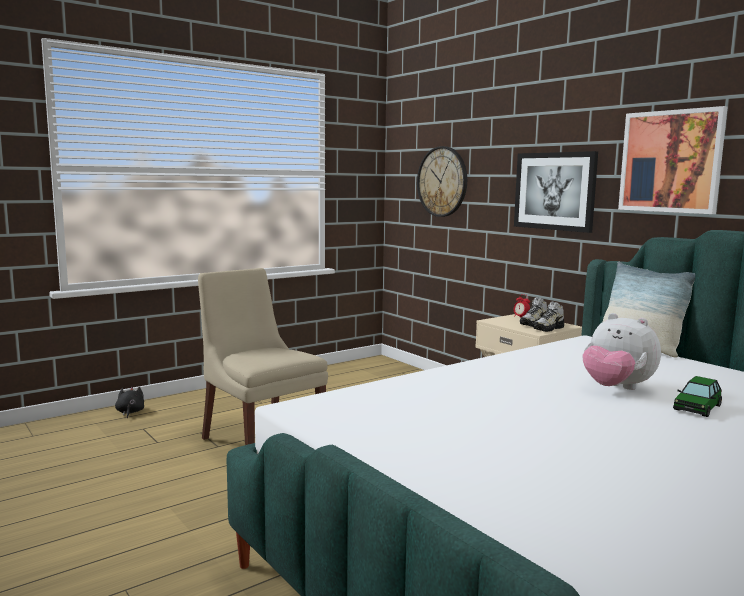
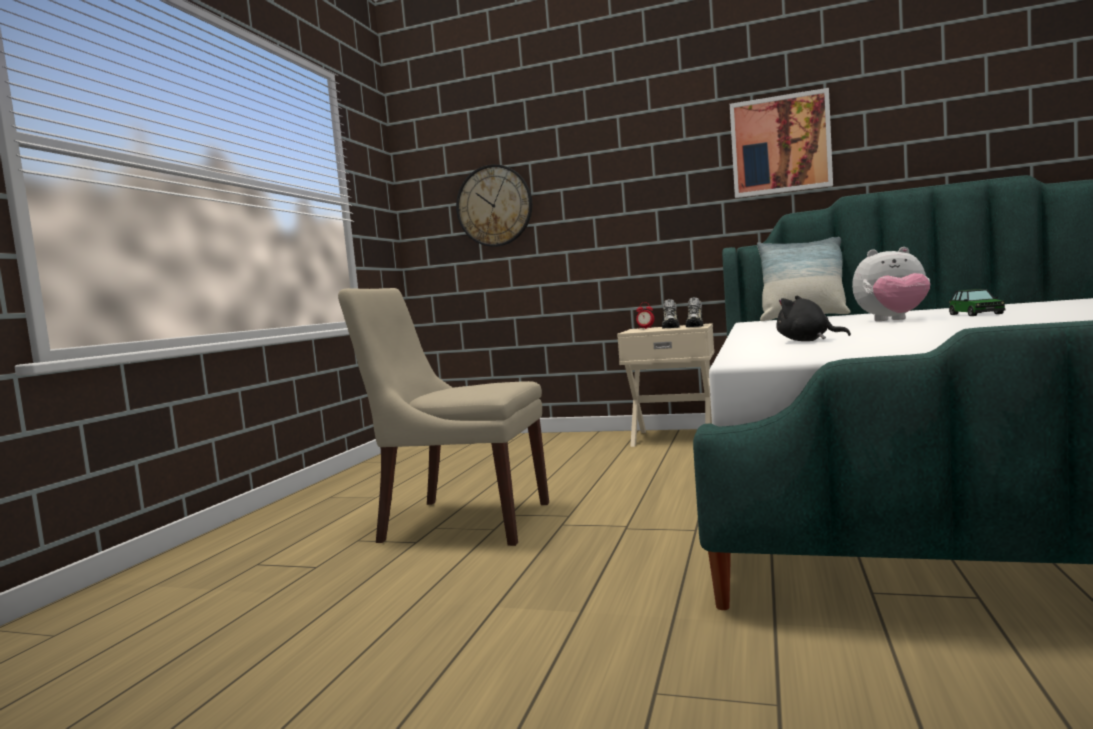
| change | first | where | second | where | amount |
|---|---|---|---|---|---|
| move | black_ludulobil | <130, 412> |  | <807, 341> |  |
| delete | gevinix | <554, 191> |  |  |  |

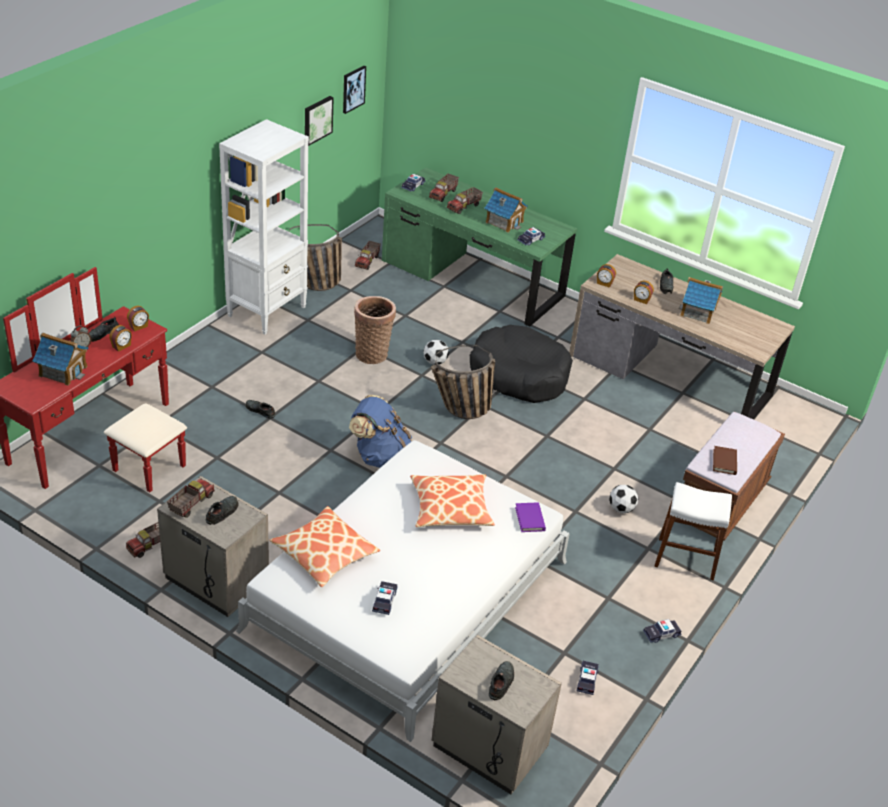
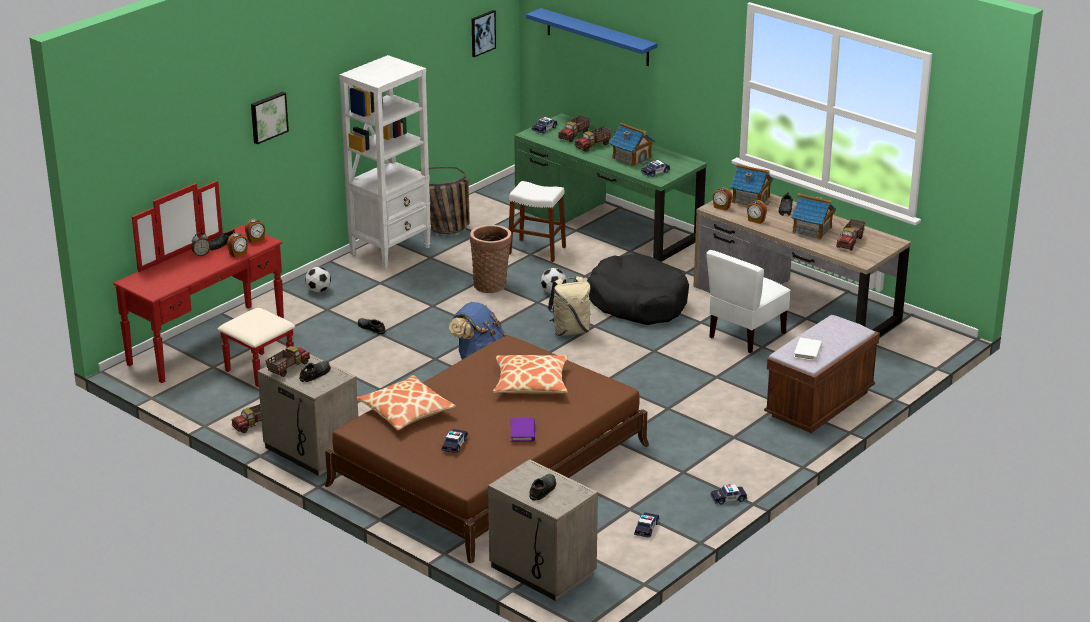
| change | first | where | second | where | amount |
|---|---|---|---|---|---|
| move | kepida | <63, 371> |  | <750, 199> |  |
| recolor | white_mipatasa | <408, 595> | brown_mipatasa | <489, 465> |  |
| move | gevinix | <317, 120> |  | <268, 117> |  |
| move | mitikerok | <367, 261> |  | <850, 242> |  |
| replace | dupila | <460, 412> | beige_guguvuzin | <570, 331> |  |
| move | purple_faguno | <530, 519> |  | <522, 432> |  |
| move | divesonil | <621, 509> |  | <318, 290> |  |
| move | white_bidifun | <685, 558> |  | <536, 250> |  |
| recolor | brown_faguno | <724, 462> | white_faguno | <807, 351> |  |
| insert |  |  | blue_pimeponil | <597, 37> |  |
| insert |  |  | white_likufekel | <746, 335> |  |

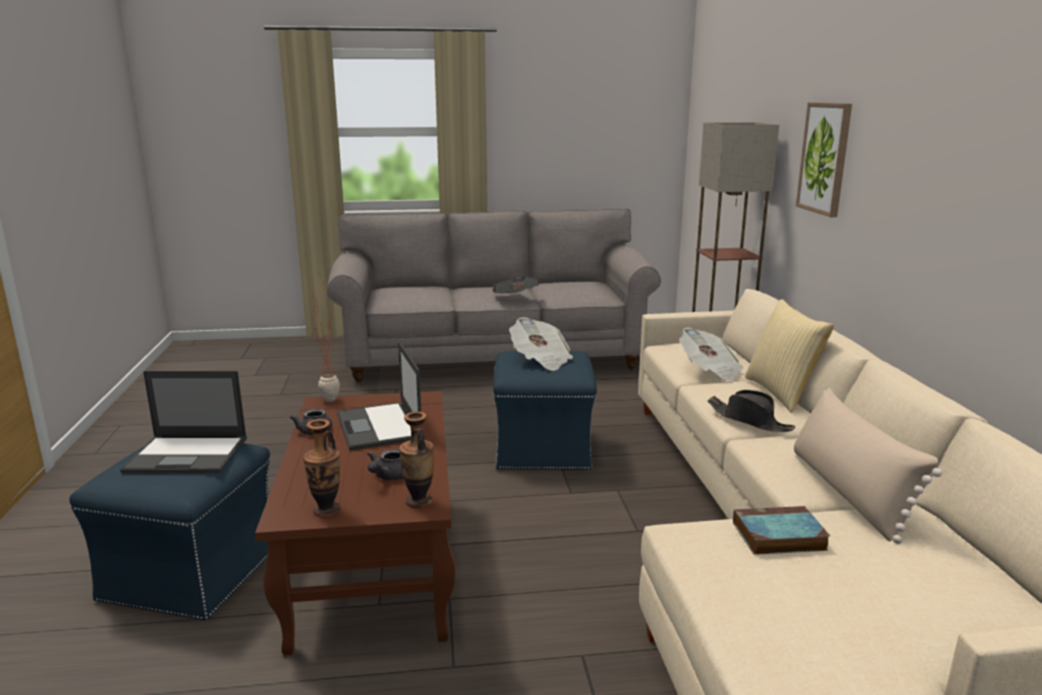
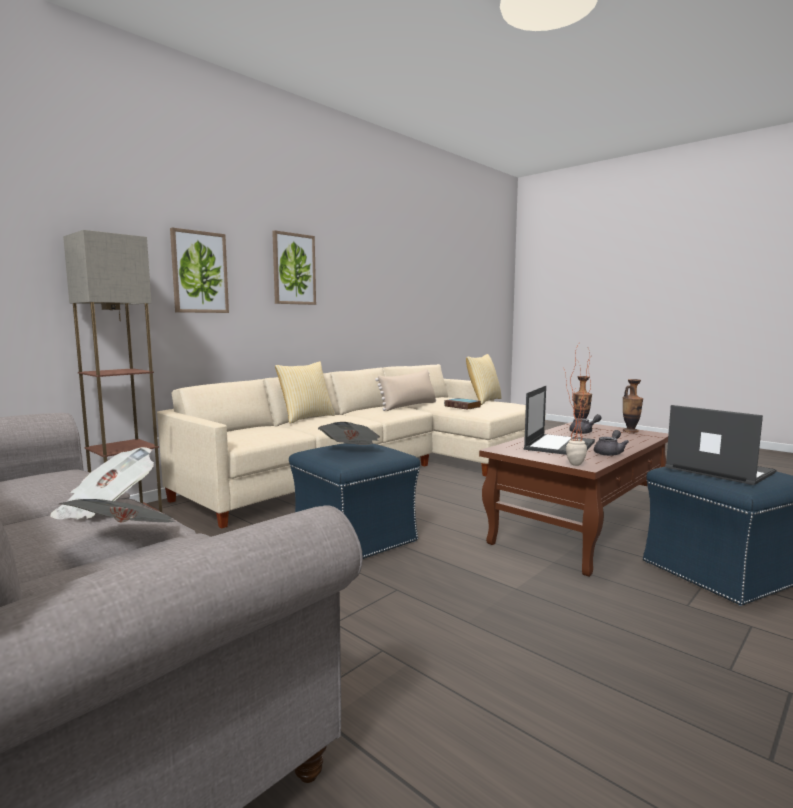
| change | first | where | second | where | amount |
|---|---|---|---|---|---|
| move | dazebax | <710, 371> |  | <128, 540> |  |
| delete | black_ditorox | <749, 420> |  |  |  |
| insert |  |  | gevinix | <293, 269> |  |
| insert |  |  | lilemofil | <483, 401> |  |

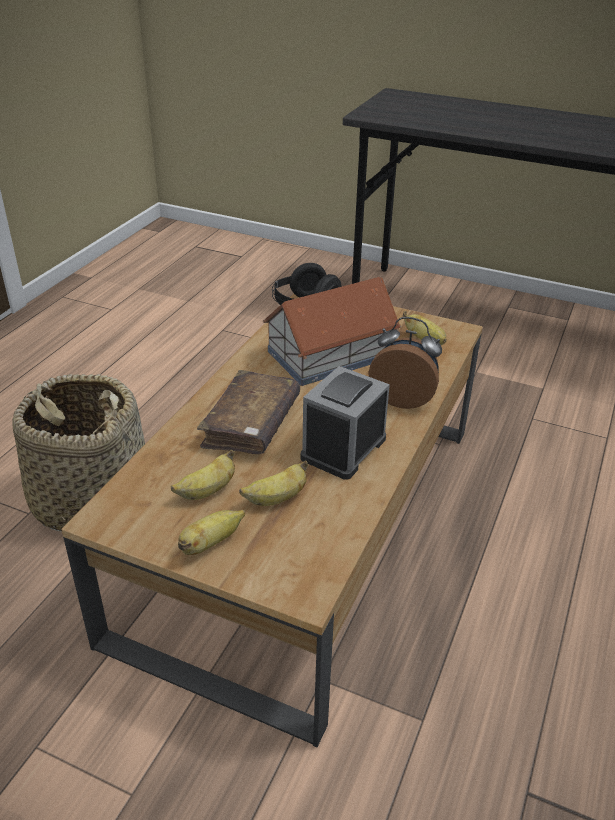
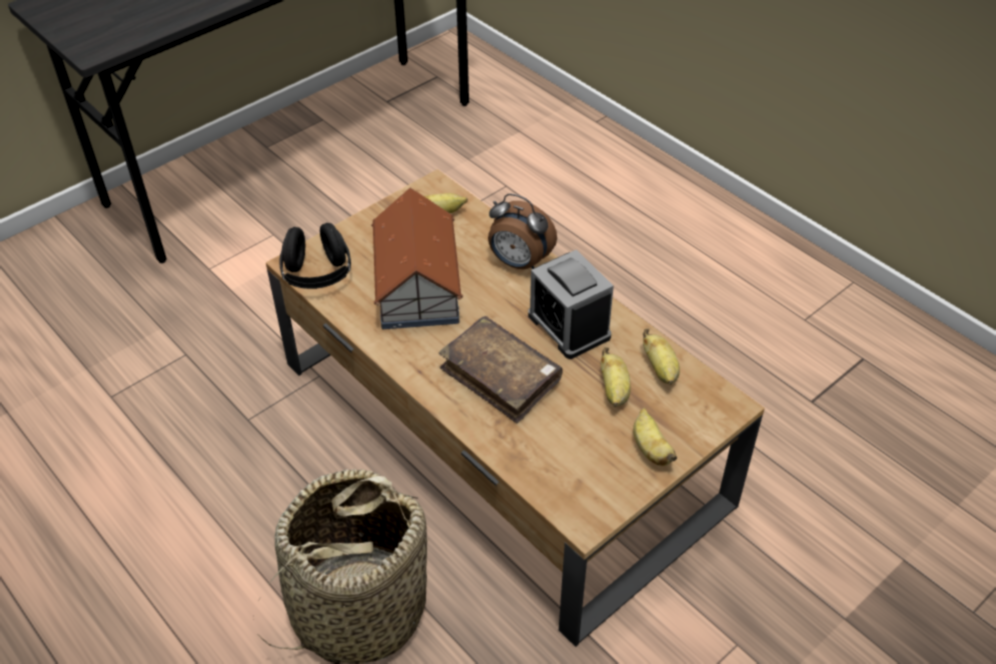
| change | first | where | second | where | amount |
|---|---|---|---|---|---|
| move | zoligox | <207, 491> |  | <661, 370> |  |
| rotate | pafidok | <403, 398> |  | <519, 263> | 105 degrees counterclockwise |

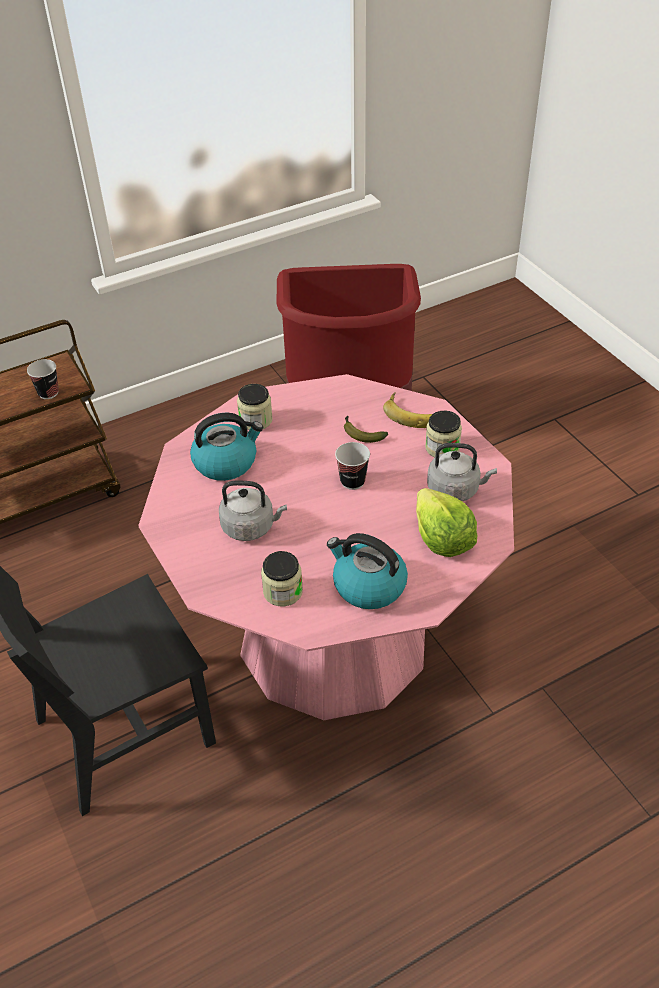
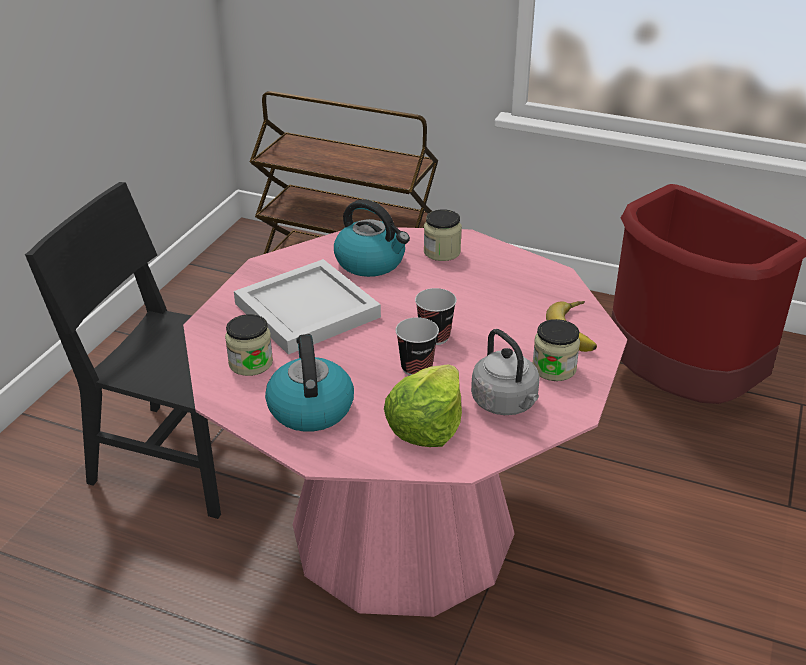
| change | first | where | second | where | amount |
|---|---|---|---|---|---|
| move | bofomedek | <48, 393> |  | <416, 368> |  |
| replace | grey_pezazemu | <251, 527> | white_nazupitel | <309, 310> |  |
| delete | zoligox | <361, 433> |  |  |  |

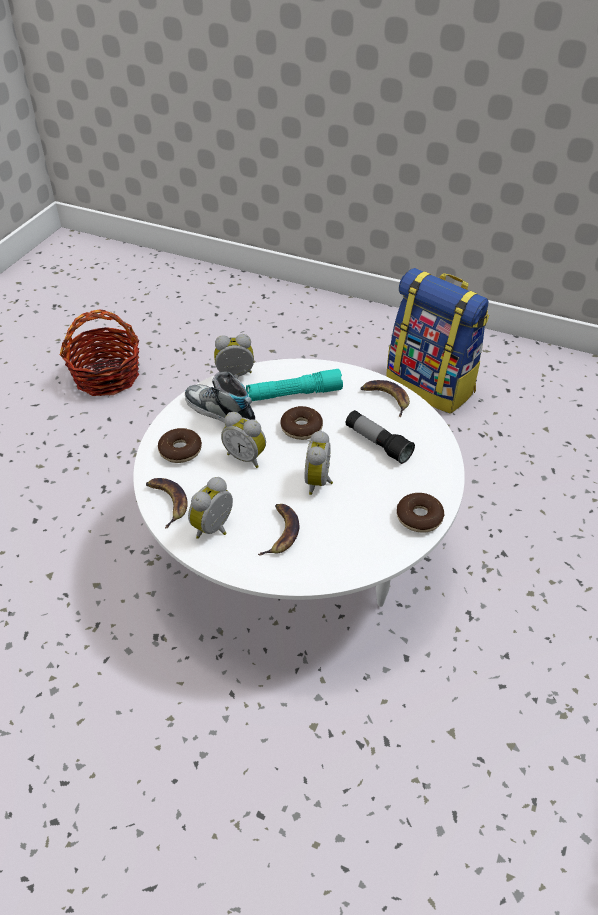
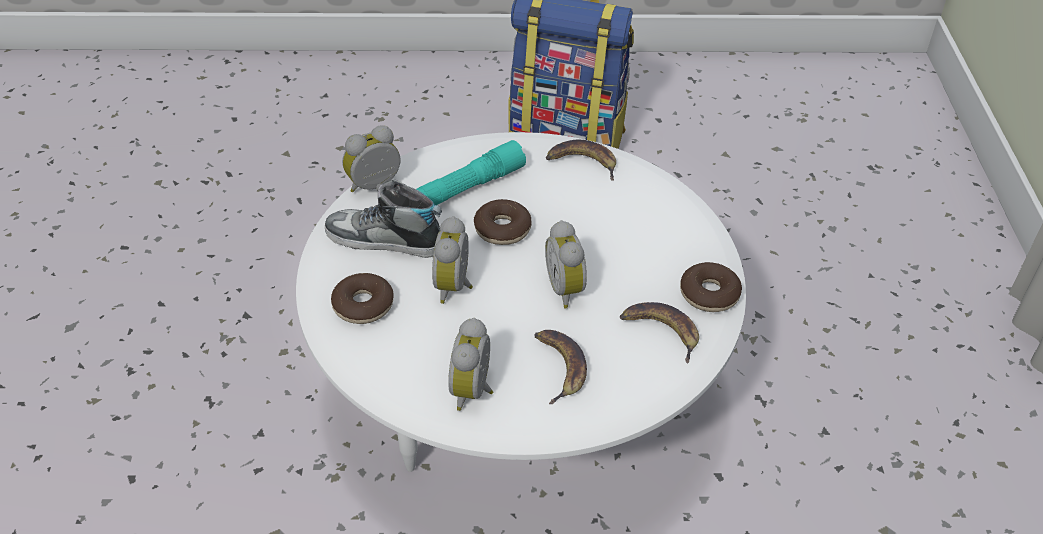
| change | first | where | second | where | amount |
|---|---|---|---|---|---|
| delete | dupila | <107, 377> |  |  |  |
| move | zoligox | <167, 502> |  | <660, 331> |  |
| rotate | pafidok | <246, 457> |  | <455, 287> | 90 degrees clockwise |
| delete | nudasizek | <377, 443> |  |  |  |

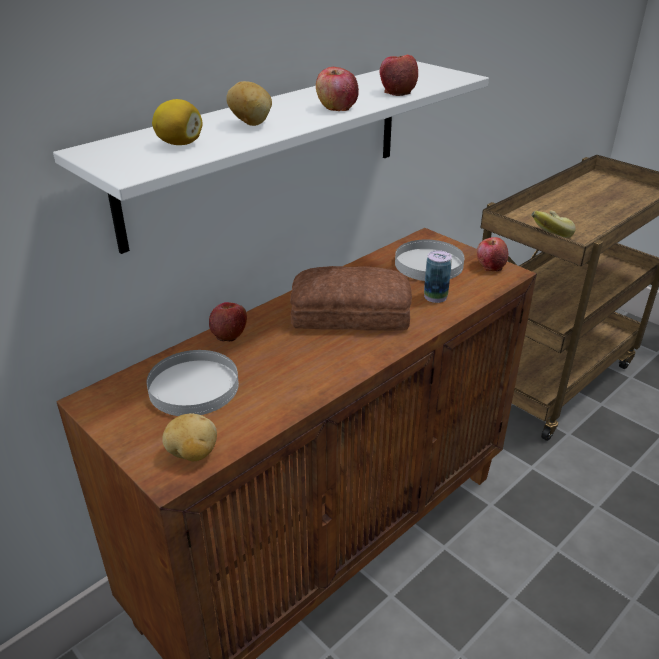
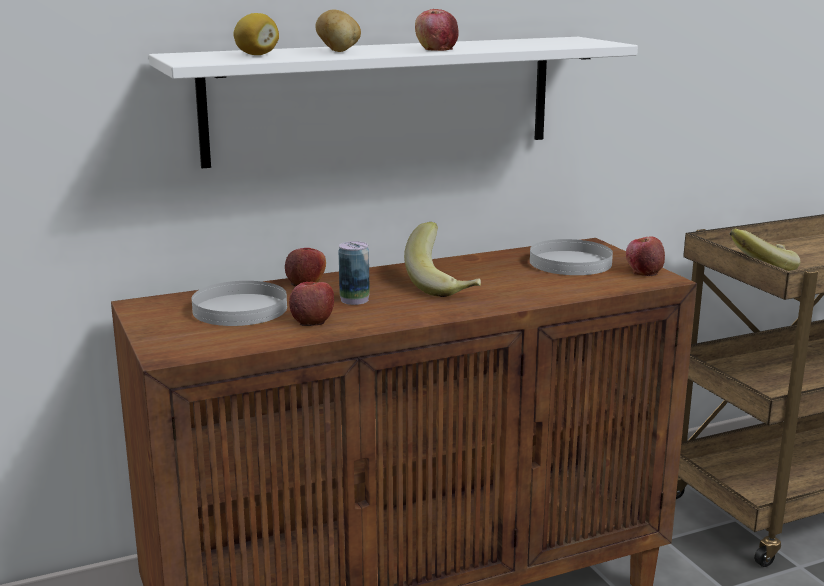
| change | first | where | second | where | amount |
|---|---|---|---|---|---|
| delete | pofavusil | <192, 454> |  |  |  |
| replace | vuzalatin | <351, 314> | zoligox | <445, 285> |  |
| move | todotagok | <397, 91> |  | <312, 320> |  |
| move | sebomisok | <435, 296> |  | <354, 300> |  |

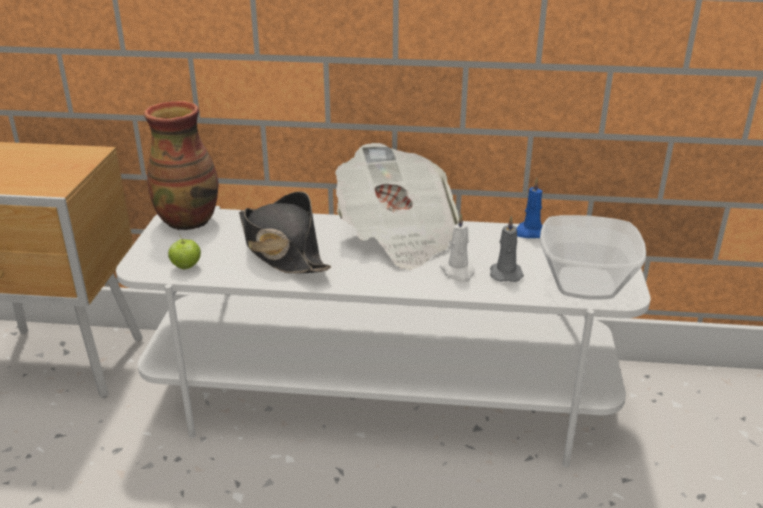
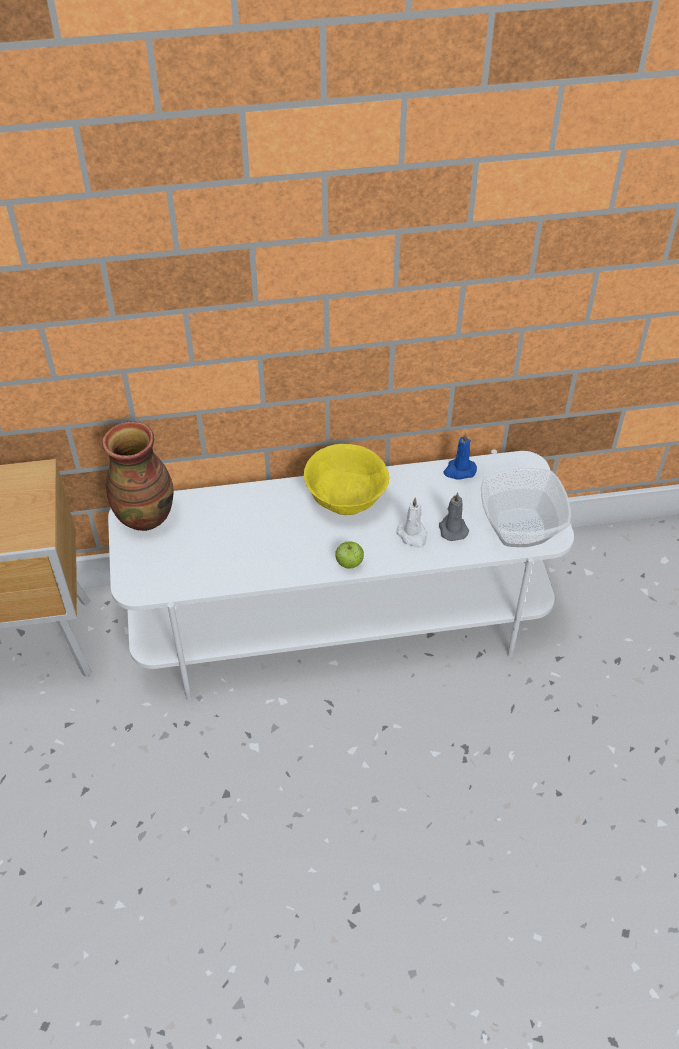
| change | first | where | second | where | amount |
|---|---|---|---|---|---|
| move | todotagok | <186, 267> |  | <349, 563> |  |
| delete | black_ditorox | <281, 249> |  |  |  |
| replace | dazebax | <398, 236> | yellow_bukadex | <346, 498> |  |

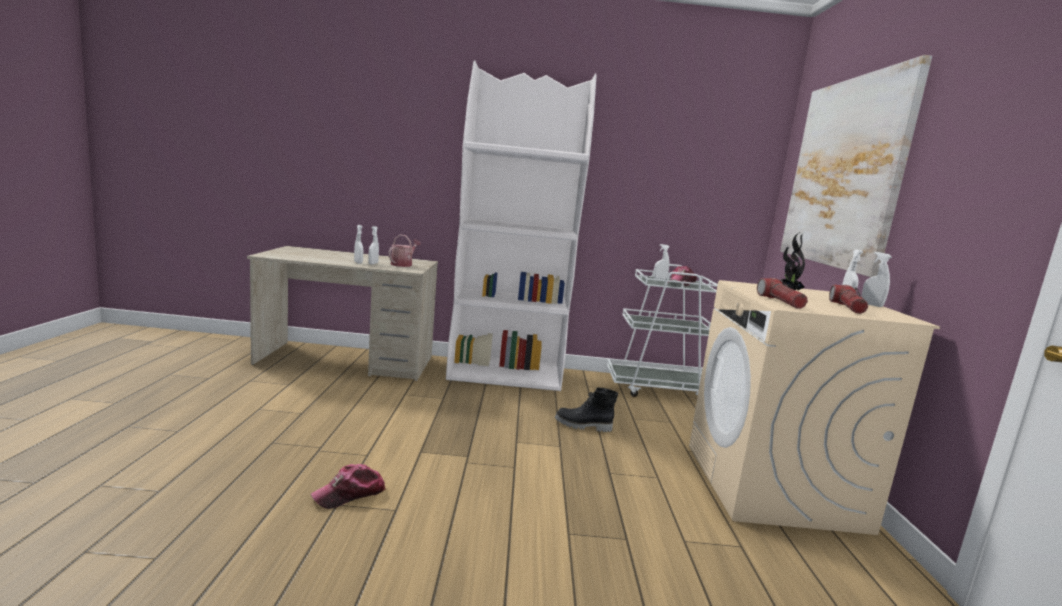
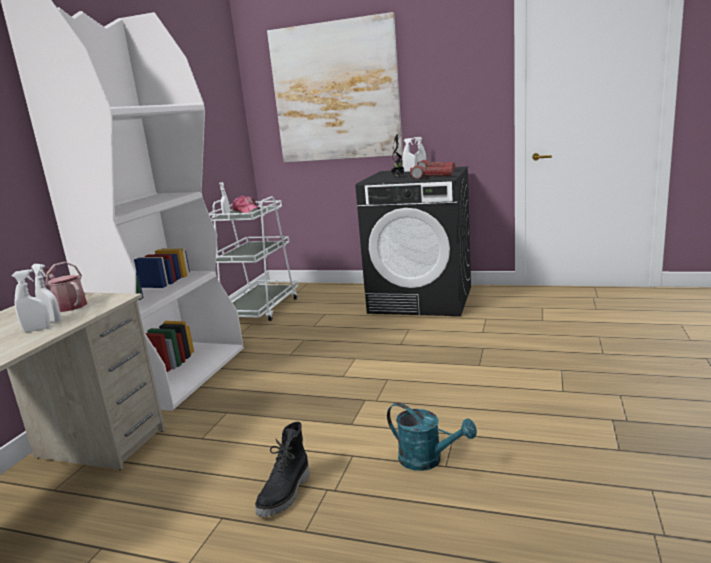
| change | first | where | second | where | amount |
|---|---|---|---|---|---|
| replace | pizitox | <349, 494> | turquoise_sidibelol | <427, 460> |  |
| move | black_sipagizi | <583, 426> |  | <286, 494> |  |
| recolor | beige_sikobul | <772, 486> | black_sikobul | <422, 299> |  |

